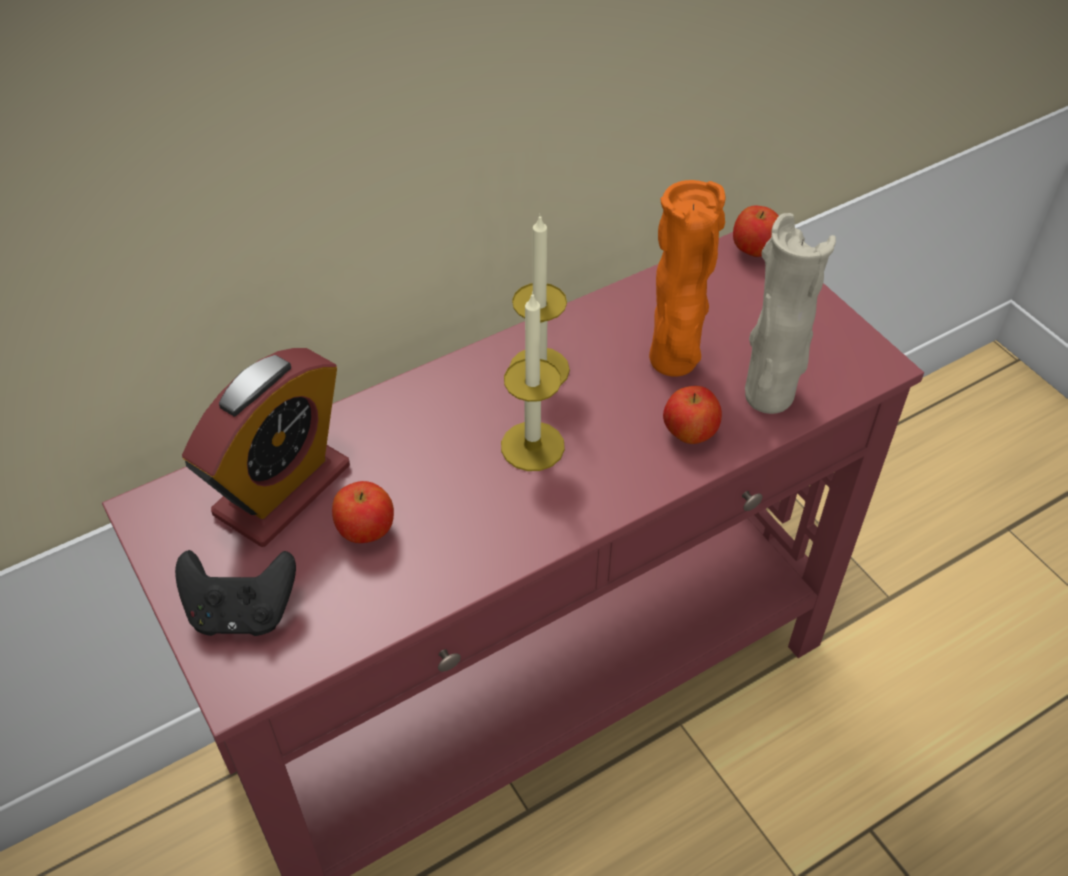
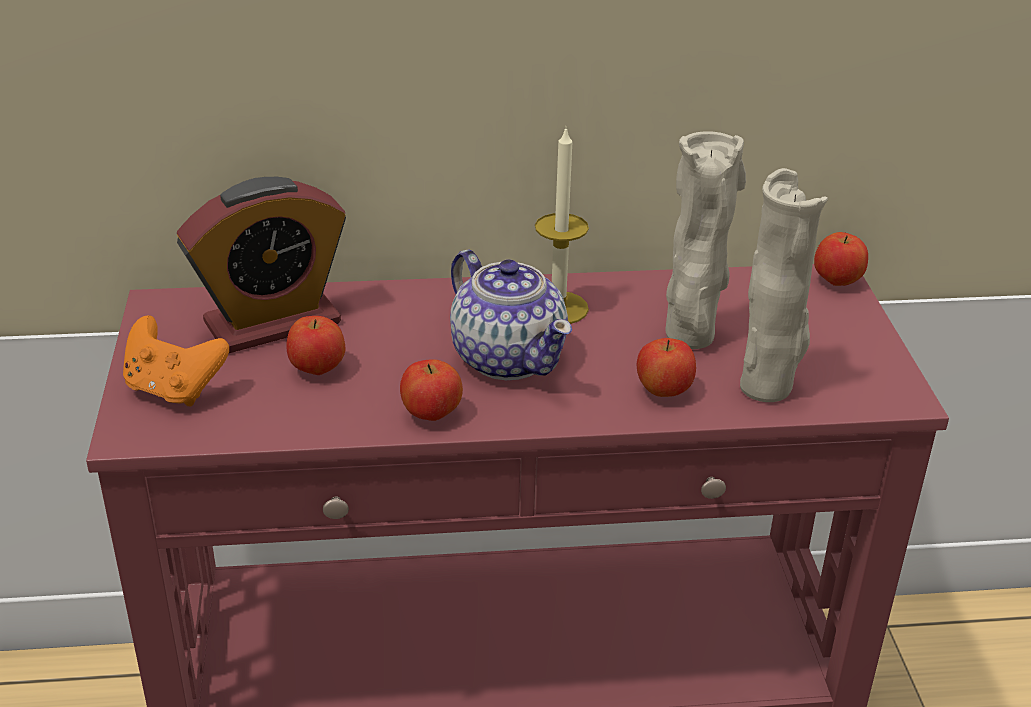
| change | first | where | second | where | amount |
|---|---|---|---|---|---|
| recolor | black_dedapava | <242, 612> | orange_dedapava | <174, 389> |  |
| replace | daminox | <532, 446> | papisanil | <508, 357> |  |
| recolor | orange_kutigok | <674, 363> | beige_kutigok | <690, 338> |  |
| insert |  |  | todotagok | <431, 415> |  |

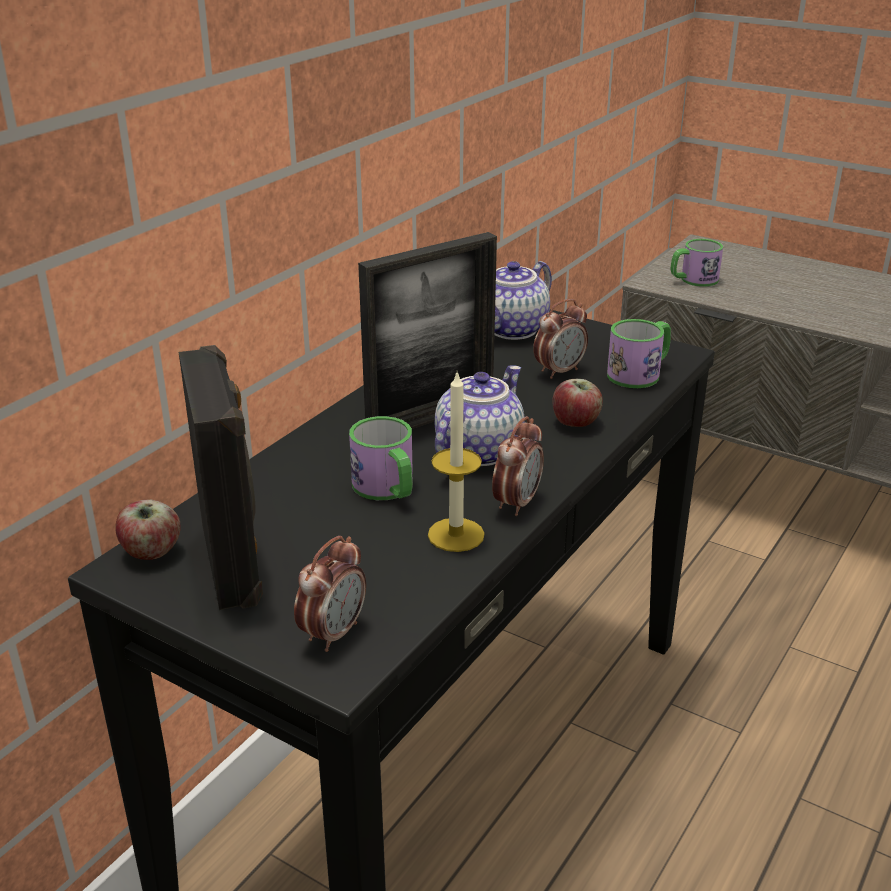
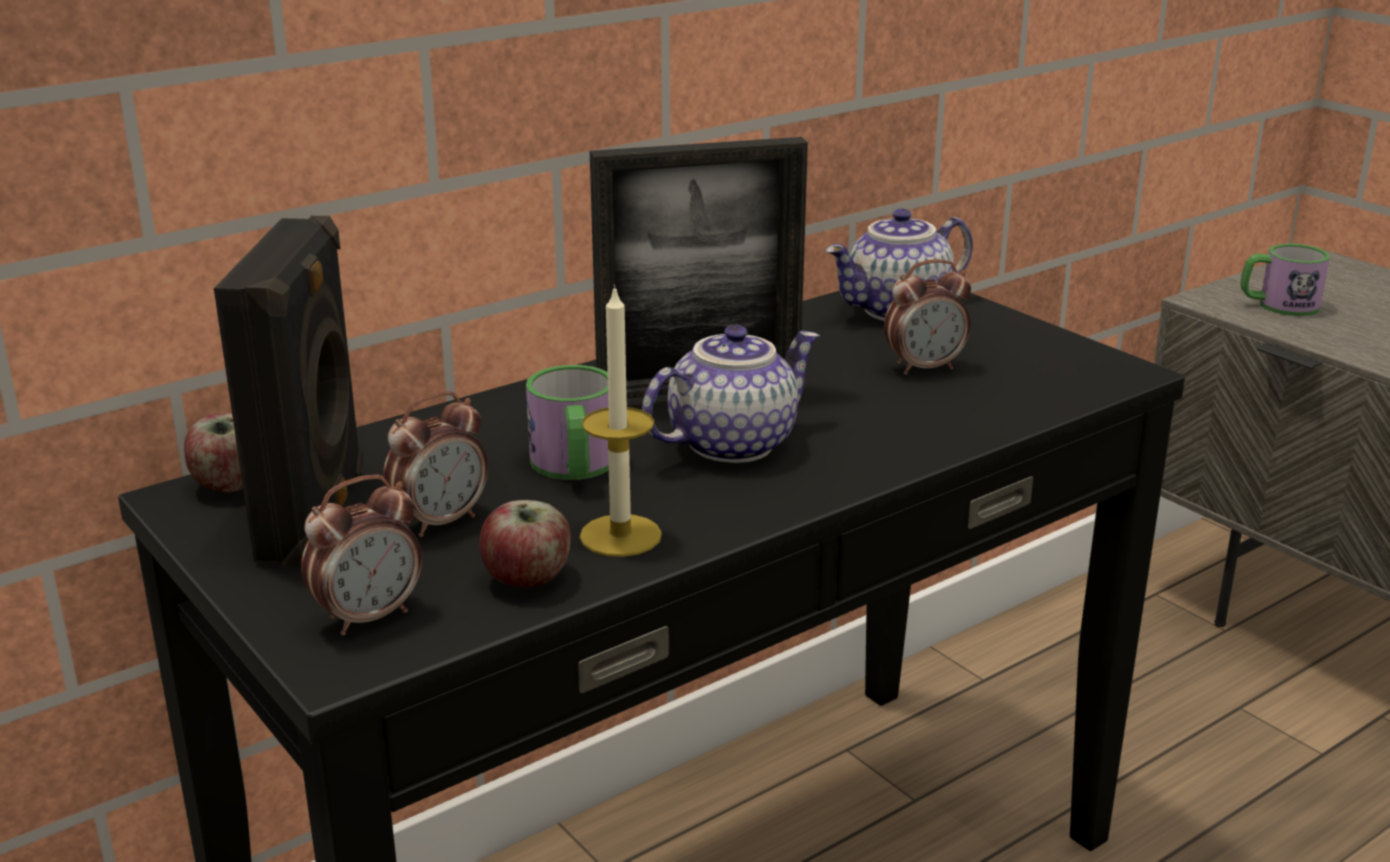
| change | first | where | second | where | amount |
|---|---|---|---|---|---|
| move | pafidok | <516, 503> |  | <441, 522> |  |
| move | todotagok | <576, 423> |  | <527, 579> |  |
| delete | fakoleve | <640, 373> |  |  |  |

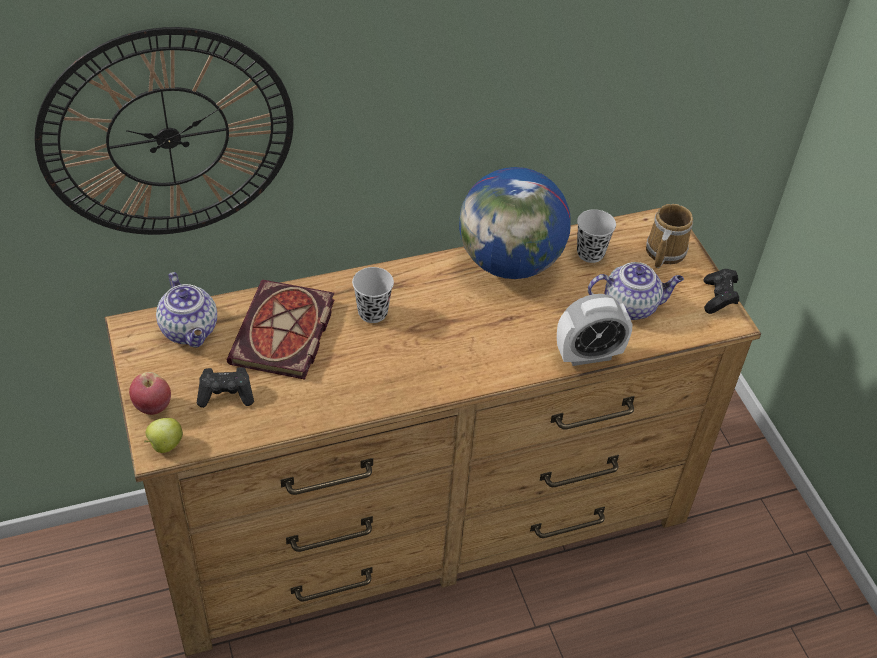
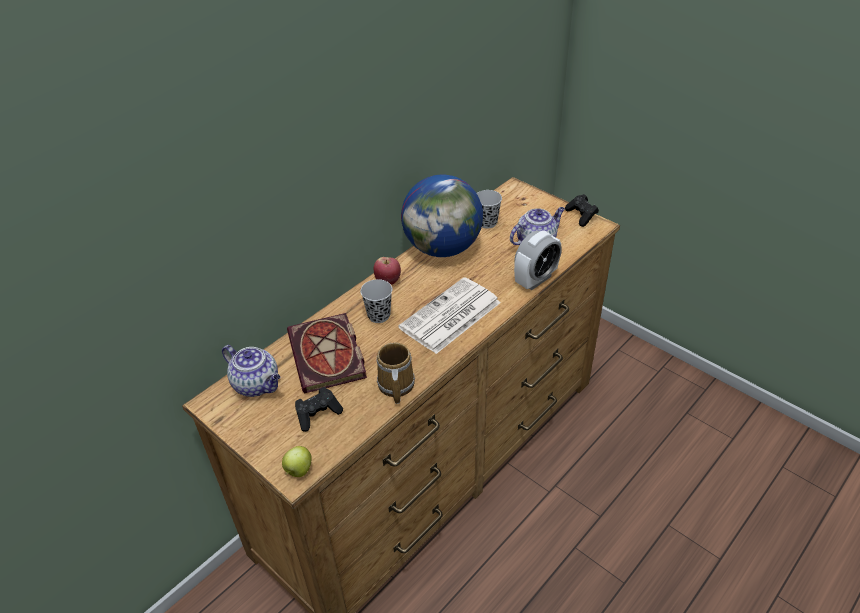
| change | first | where | second | where | amount |
|---|---|---|---|---|---|
| delete | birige | <168, 137> |  |  |  |
| move | todotagok | <153, 406> |  | <388, 281> |  |
| move | fakoleve | <663, 252> |  | <395, 386> |  |
| insert |  |  | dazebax | <450, 316> |  |

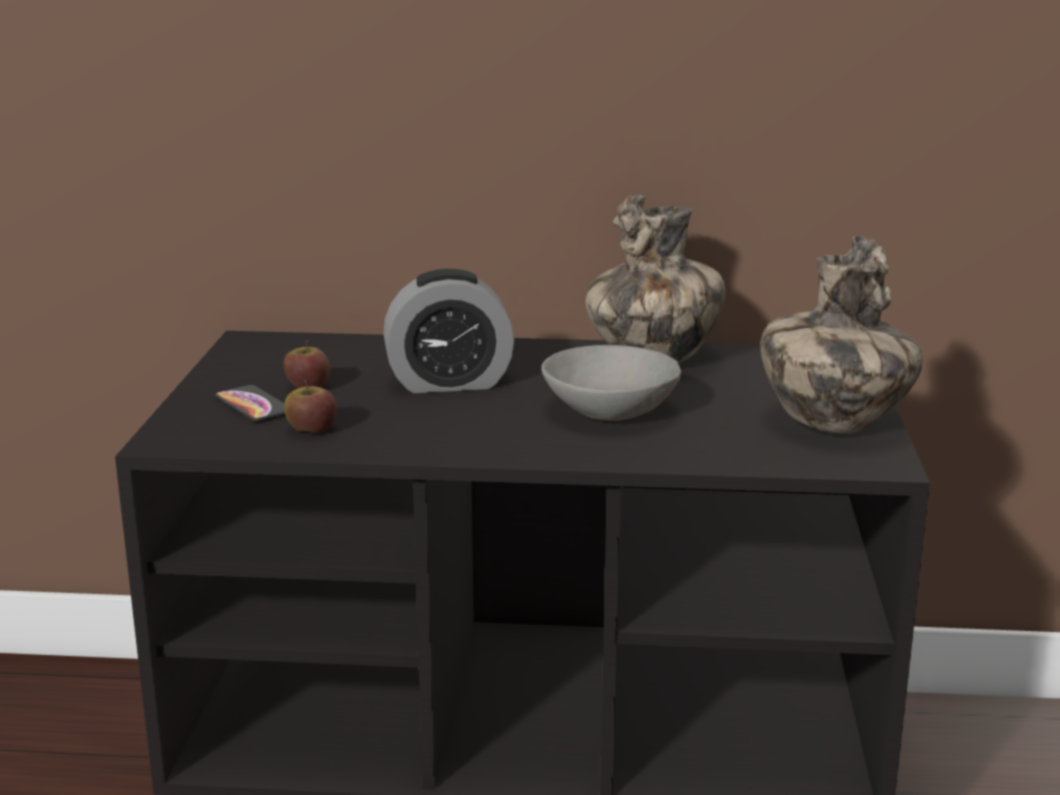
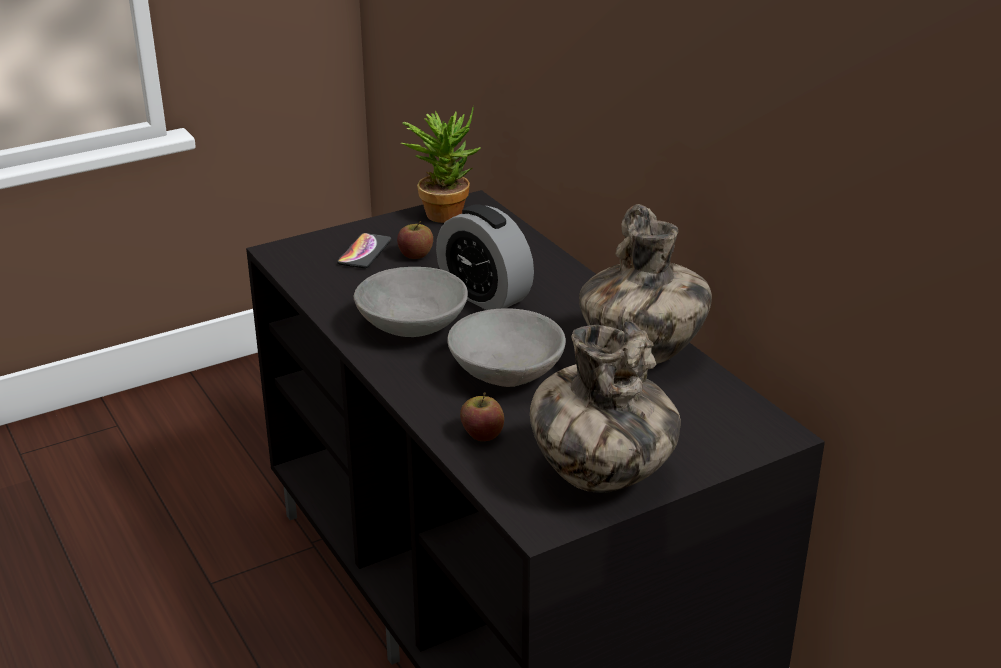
| change | first | where | second | where | amount |
|---|---|---|---|---|---|
| move | todotagok | <311, 430> |  | <482, 434> |  |
| insert |  |  | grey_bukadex | <412, 326> |  |
| insert |  |  | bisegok | <443, 211> |  |

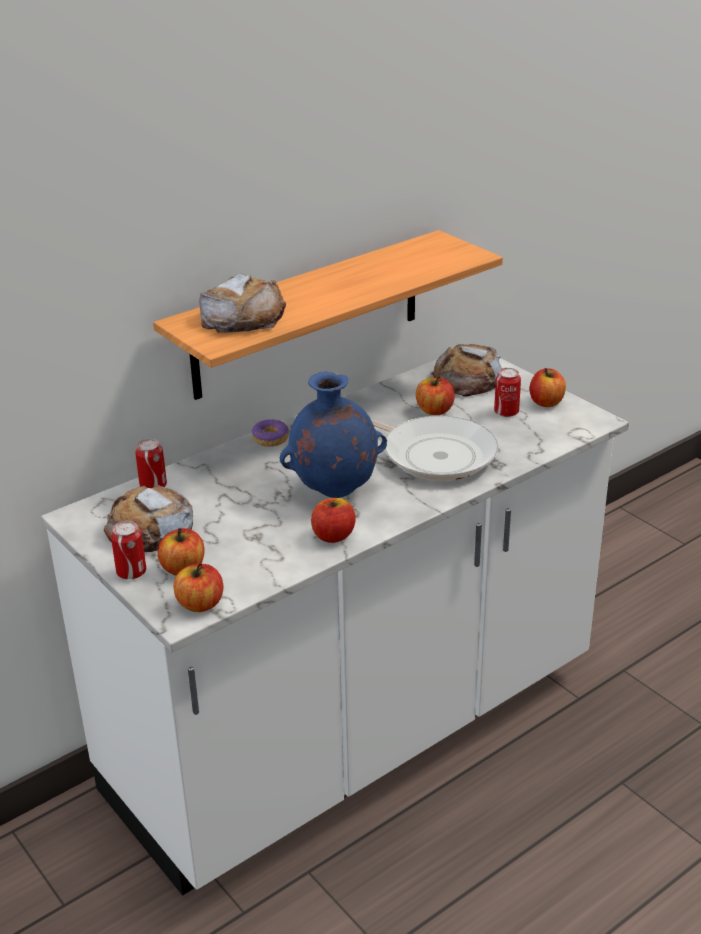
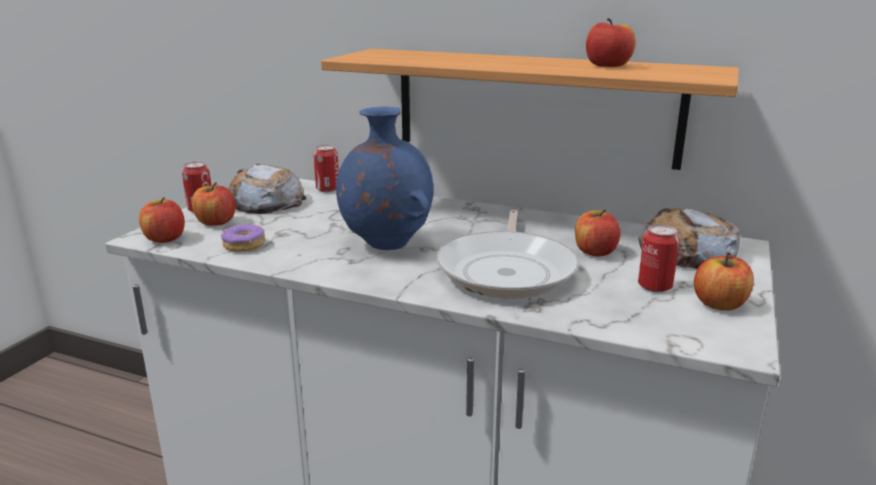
| change | first | where | second | where | amount |
|---|---|---|---|---|---|
| delete | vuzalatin | <242, 317> |  |  |  |
| move | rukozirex | <271, 439> |  | <244, 245> |  |
| move | todotagok | <333, 535> |  | <608, 66> |  |

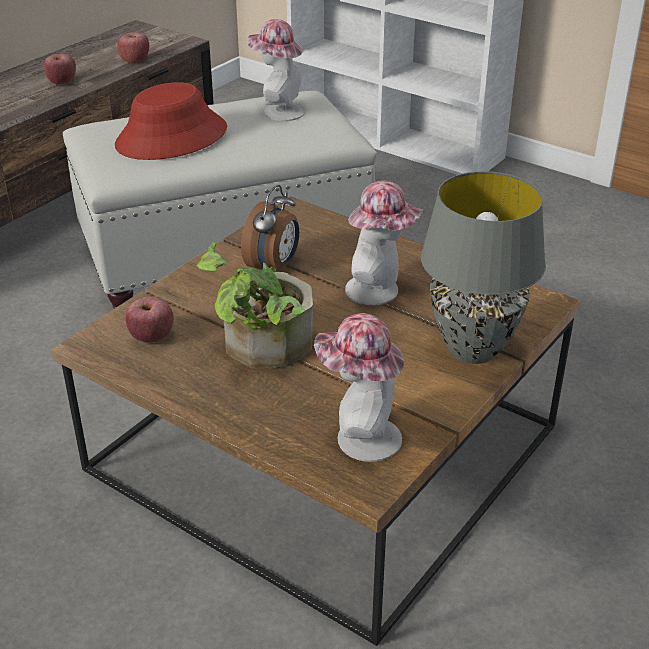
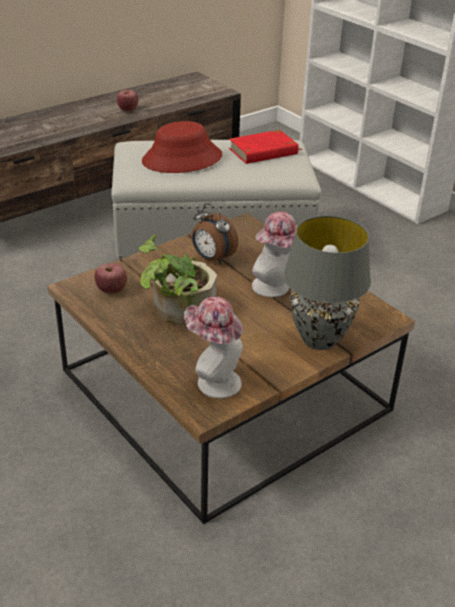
| change | first | where | second | where | amount |
|---|---|---|---|---|---|
| delete | todotagok | <135, 61> |  |  |  |
| rotate | pafidok | <274, 266> |  | <212, 258> | 90 degrees clockwise |
| replace | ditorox | <278, 111> | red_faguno | <263, 151> |  |

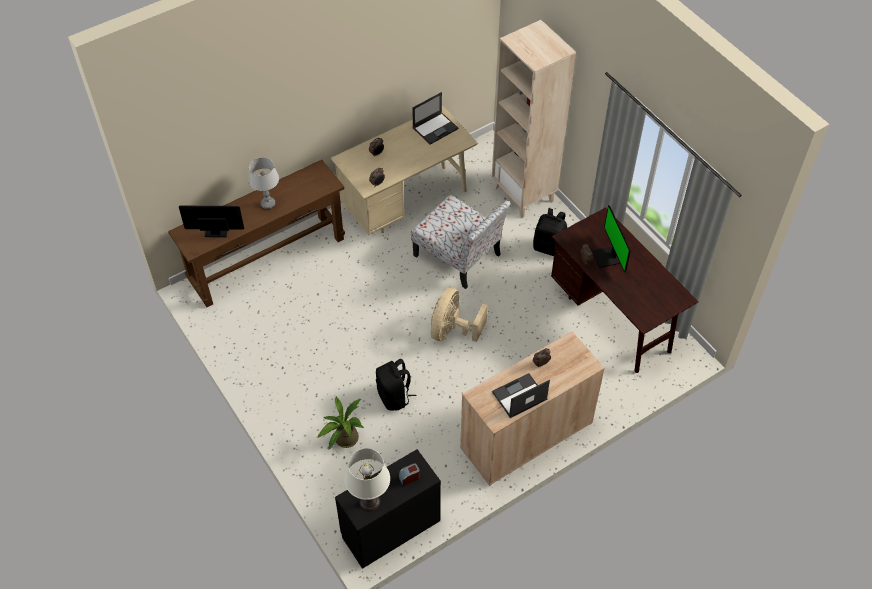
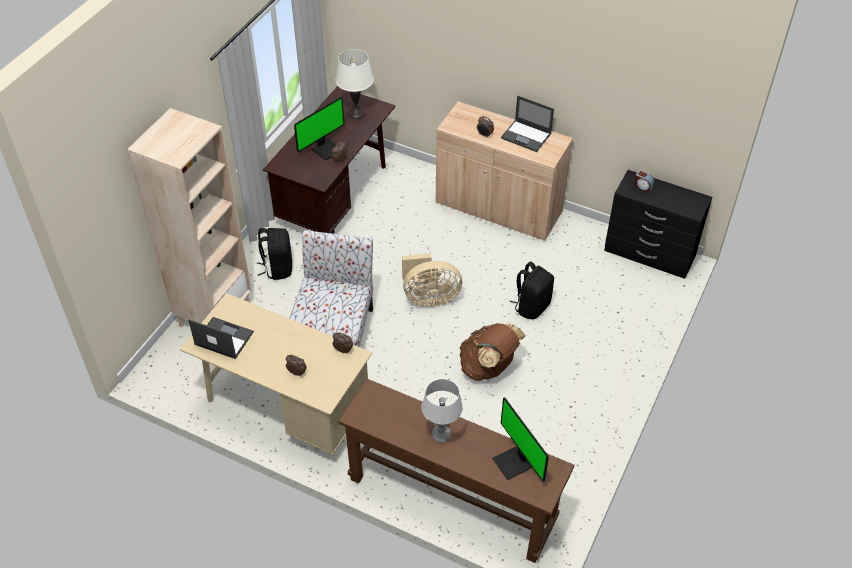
| change | first | where | second | where | amount |
|---|---|---|---|---|---|
| delete | bisegok | <343, 439> |  |  |  |
| move | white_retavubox | <370, 502> |  | <356, 113> |  |
| insert |  |  | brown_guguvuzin | <488, 367> |  |

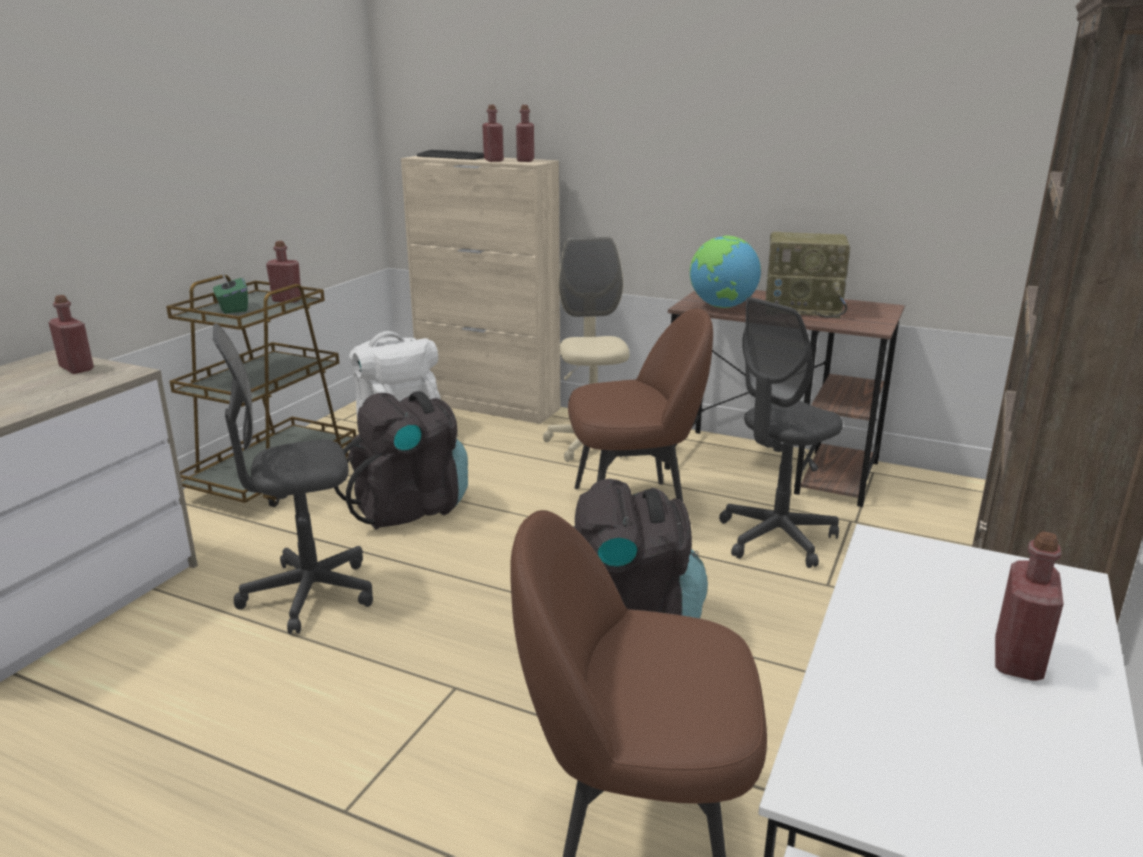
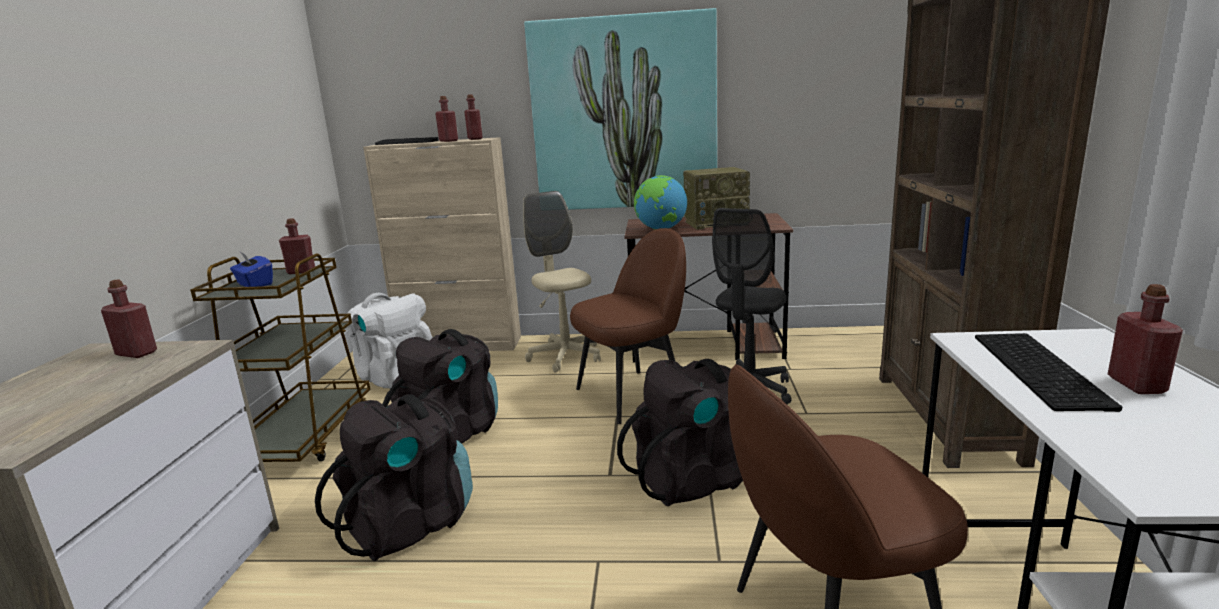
| change | first | where | second | where | amount |
|---|---|---|---|---|---|
| recolor | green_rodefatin | <233, 308> | blue_rodefatin | <254, 284> |  |
| replace | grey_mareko | <309, 594> | black_guguvuzin | <410, 523> |  |
| insert |  |  | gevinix | <624, 114> |  |
| insert |  |  | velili | <1043, 370> |  |

